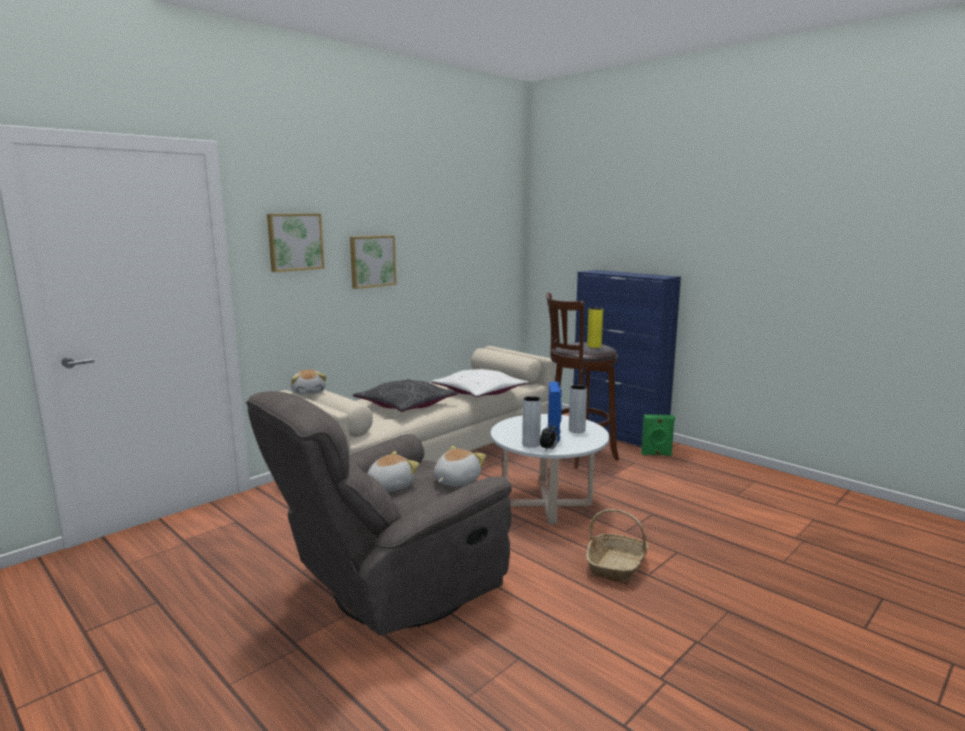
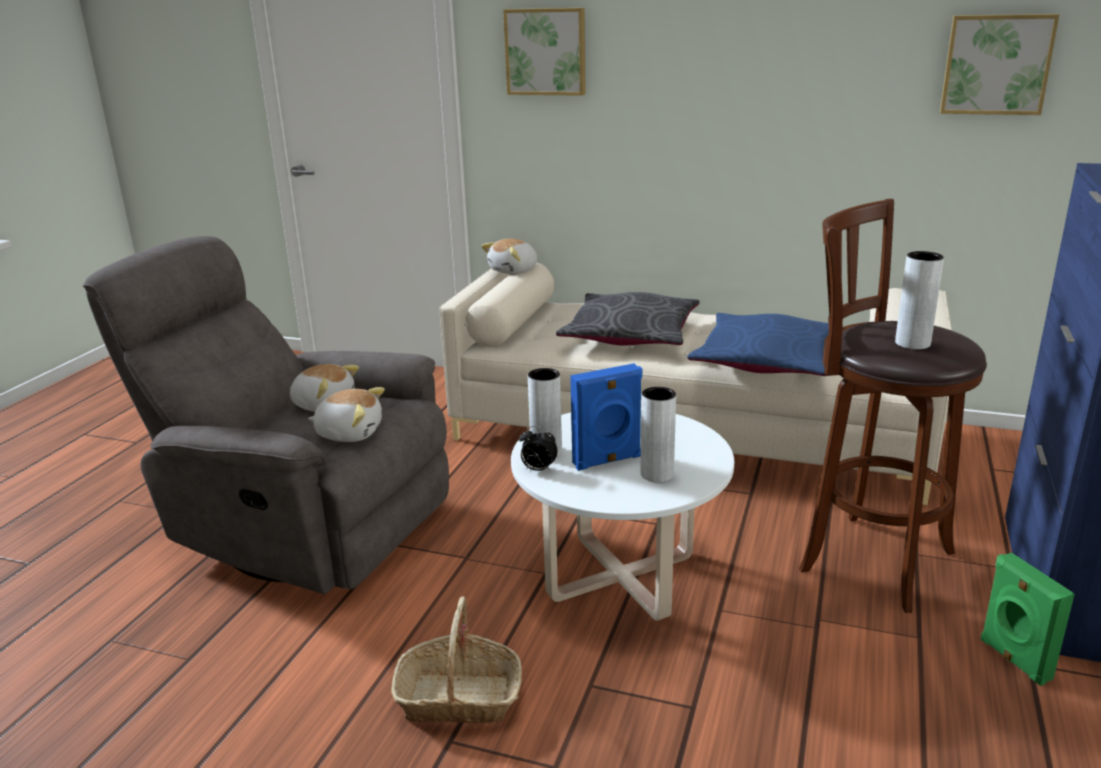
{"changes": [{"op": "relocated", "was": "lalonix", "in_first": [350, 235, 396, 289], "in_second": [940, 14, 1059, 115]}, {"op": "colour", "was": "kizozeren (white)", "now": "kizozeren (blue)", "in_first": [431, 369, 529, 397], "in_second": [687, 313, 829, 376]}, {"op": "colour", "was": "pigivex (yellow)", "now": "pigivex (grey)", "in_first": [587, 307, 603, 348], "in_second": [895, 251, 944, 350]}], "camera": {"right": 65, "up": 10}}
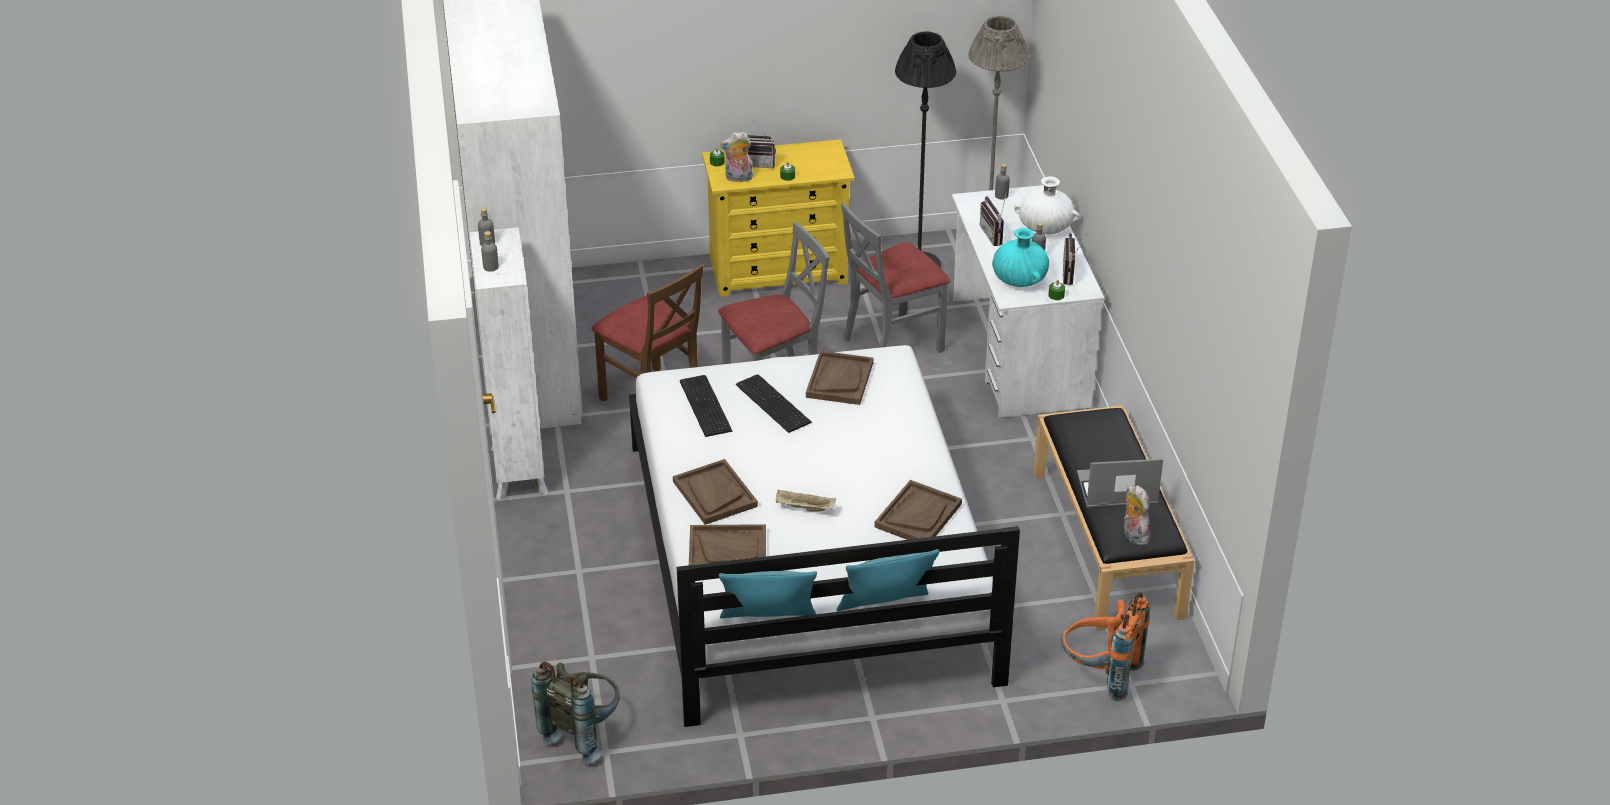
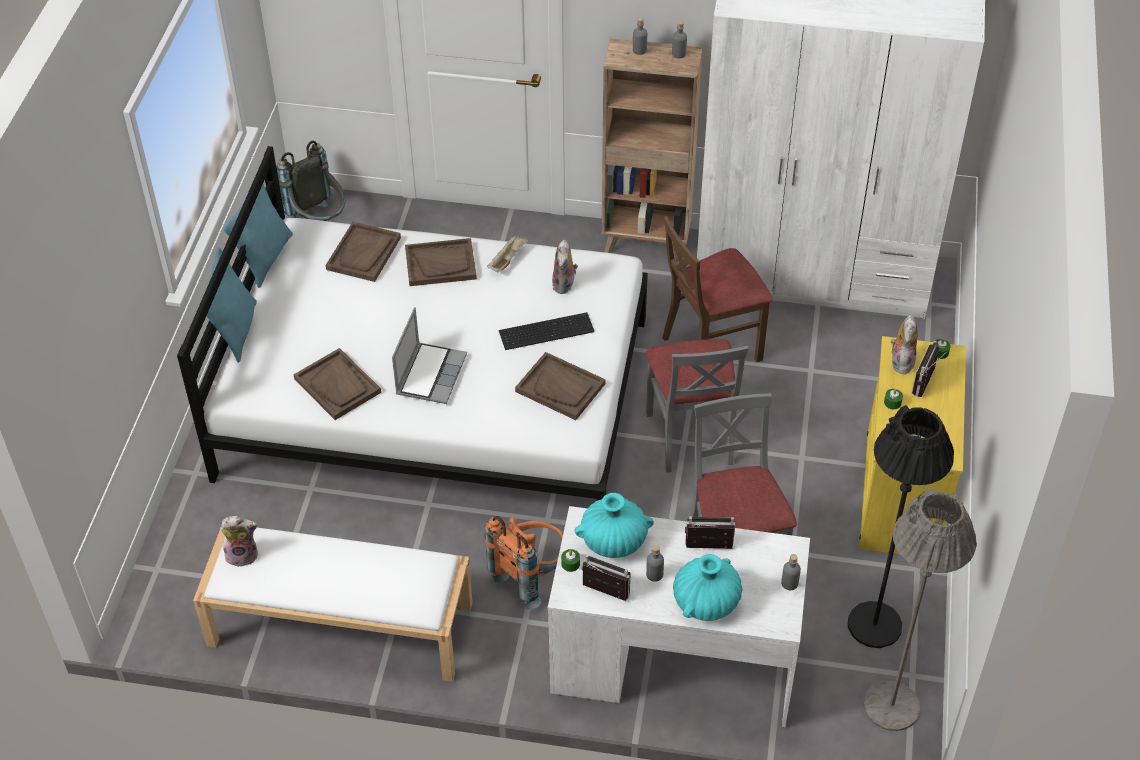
{"changes": [{"op": "relocated", "was": "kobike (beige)", "in_first": [776, 490, 836, 512], "in_second": [487, 235, 528, 273]}, {"op": "relocated", "was": "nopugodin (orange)", "in_first": [1061, 592, 1150, 701], "in_second": [484, 516, 563, 610]}, {"op": "relocated", "was": "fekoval", "in_first": [1077, 459, 1163, 508], "in_second": [392, 307, 467, 404]}, {"op": "exchanged", "was": "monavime", "now": "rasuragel", "in_first": [680, 375, 732, 437], "in_second": [552, 240, 578, 294]}, {"op": "colour", "was": "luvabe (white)", "now": "luvabe (brown)", "in_first": [470, 227, 548, 500], "in_second": [601, 38, 703, 262]}, {"op": "colour", "was": "pigivex (white)", "now": "pigivex (turquoise)", "in_first": [1014, 176, 1079, 235], "in_second": [673, 554, 742, 621]}, {"op": "colour", "was": "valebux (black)", "now": "valebux (white)", "in_first": [1034, 405, 1195, 630], "in_second": [193, 528, 473, 682]}], "camera": {"right": 110, "up": 10}}
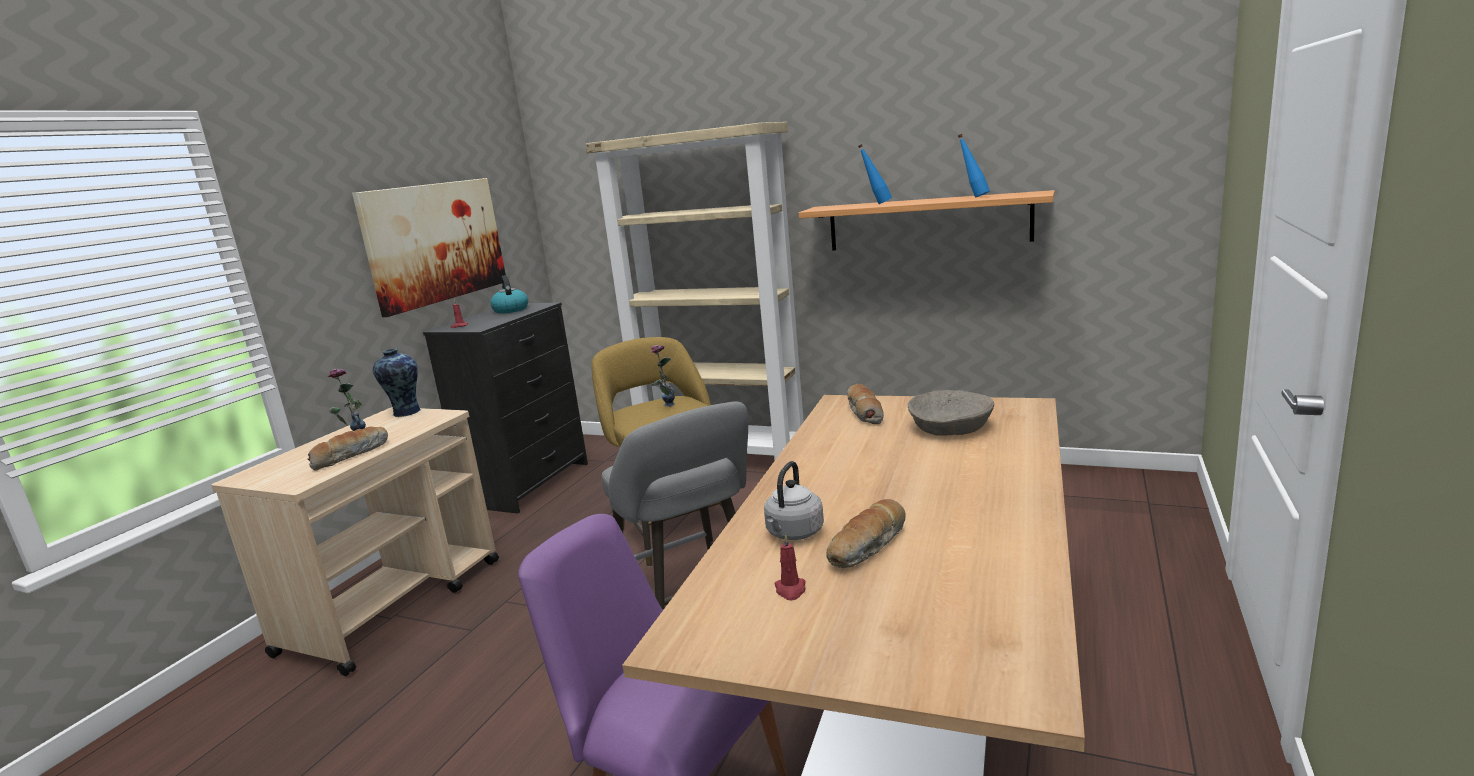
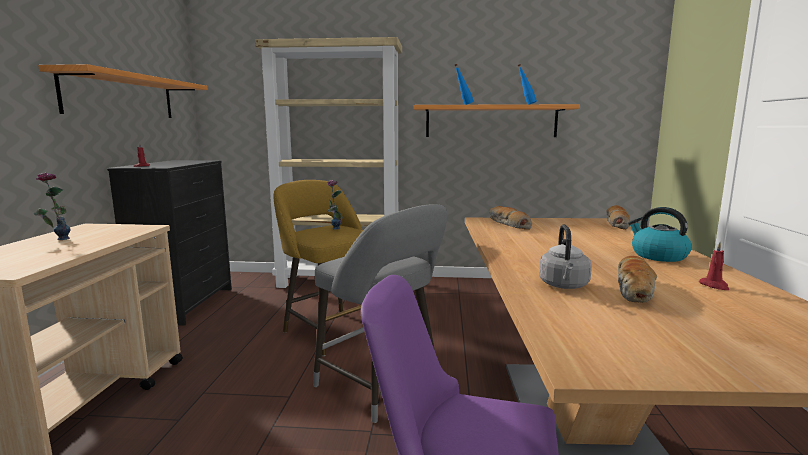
{"changes": [{"op": "missing", "was": "pigivex", "in_first": [373, 348, 420, 417]}, {"op": "missing", "was": "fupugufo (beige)", "in_first": [907, 390, 994, 436]}, {"op": "relocated", "was": "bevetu", "in_first": [307, 427, 388, 471], "in_second": [606, 205, 630, 230]}, {"op": "relocated", "was": "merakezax", "in_first": [490, 275, 528, 313], "in_second": [628, 207, 692, 262]}, {"op": "relocated", "was": "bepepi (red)", "in_first": [774, 534, 806, 600], "in_second": [699, 242, 729, 290]}, {"op": "exchanged", "was": "lalonix", "now": "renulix", "in_first": [352, 178, 506, 317], "in_second": [38, 64, 208, 118]}], "camera": {"right": -20, "up": -5}}
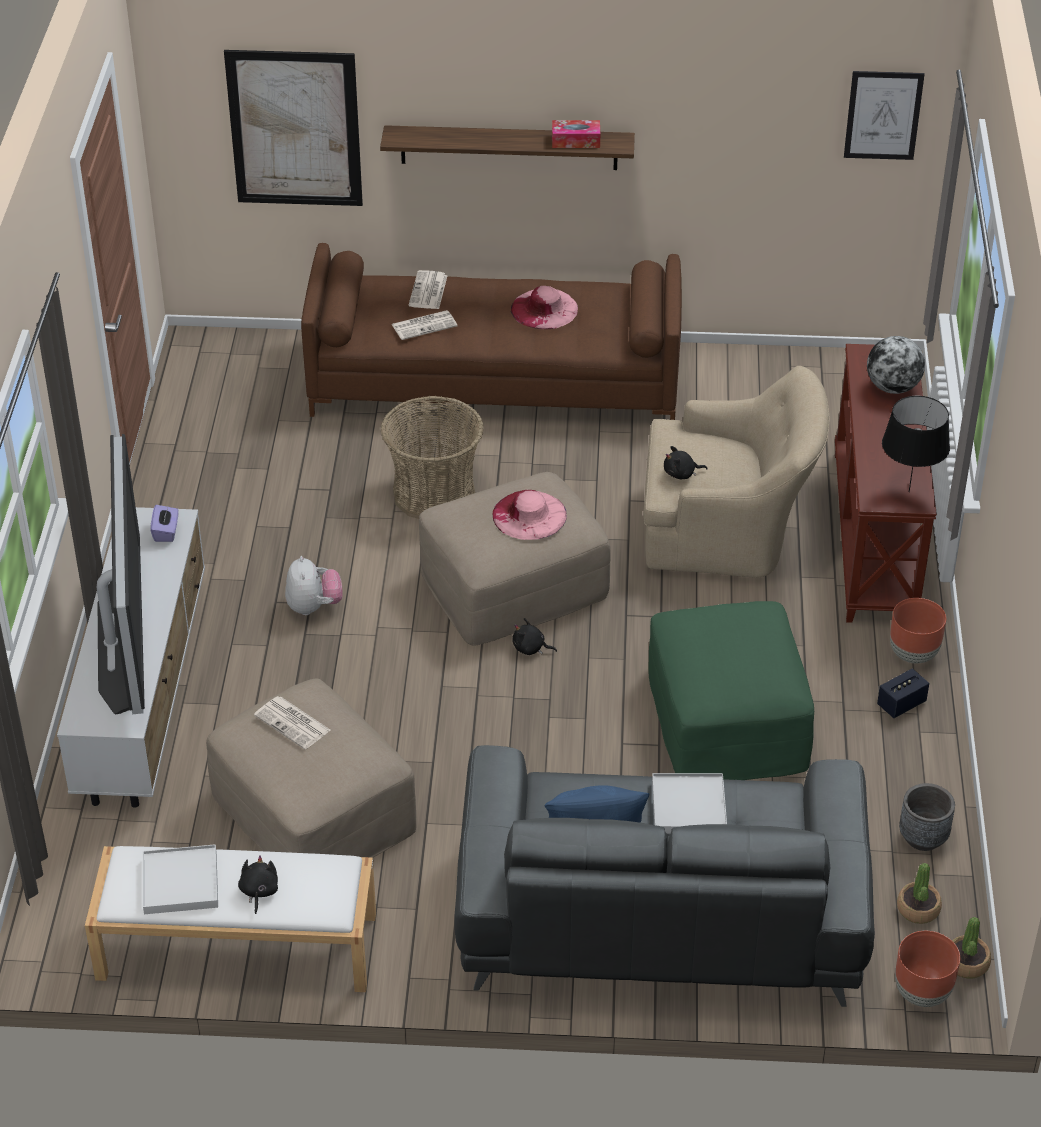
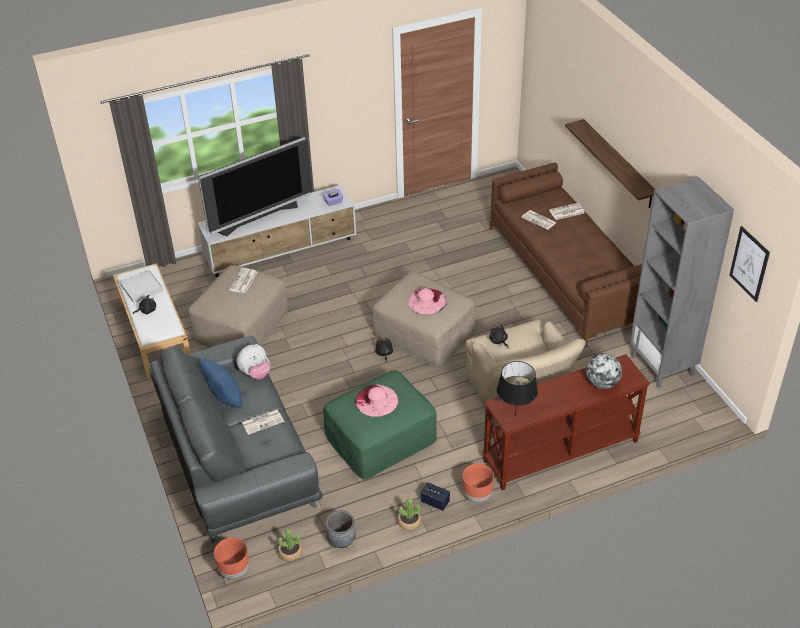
{"changes": [{"op": "missing", "was": "lalonix", "in_first": [224, 50, 363, 206]}, {"op": "missing", "was": "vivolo", "in_first": [380, 395, 484, 519]}, {"op": "missing", "was": "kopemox", "in_first": [552, 120, 600, 148]}, {"op": "appeared", "now": "luvabe (grey)", "in_second": [630, 177, 734, 388]}, {"op": "relocated", "was": "rasuragel", "in_first": [285, 556, 342, 615], "in_second": [236, 344, 270, 379]}, {"op": "relocated", "was": "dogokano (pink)", "in_first": [511, 286, 578, 329], "in_second": [355, 385, 398, 417]}, {"op": "relocated", "was": "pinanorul", "in_first": [952, 917, 991, 979], "in_second": [397, 498, 421, 531]}, {"op": "exchanged", "was": "kobike (white)", "now": "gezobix", "in_first": [652, 773, 727, 834], "in_second": [242, 409, 284, 435]}], "camera": {"right": 65, "up": 0}}
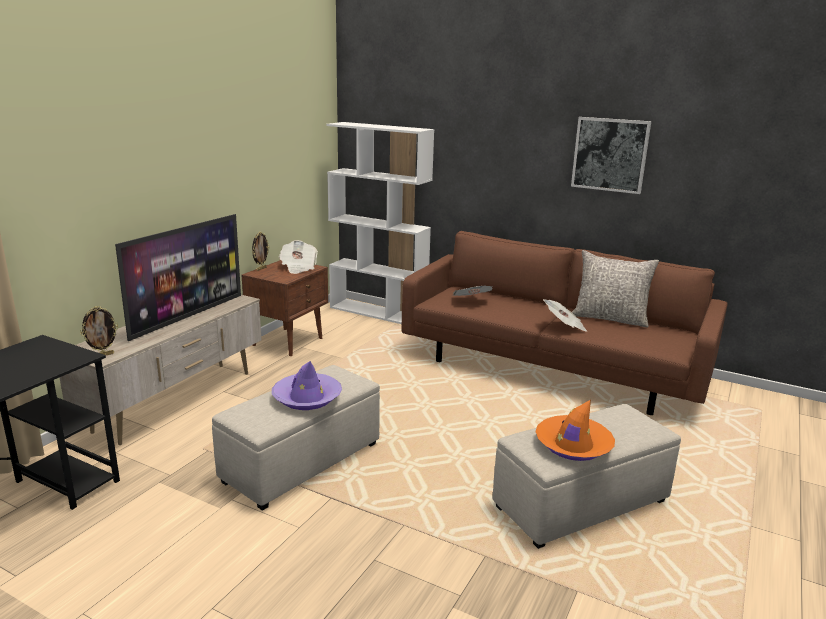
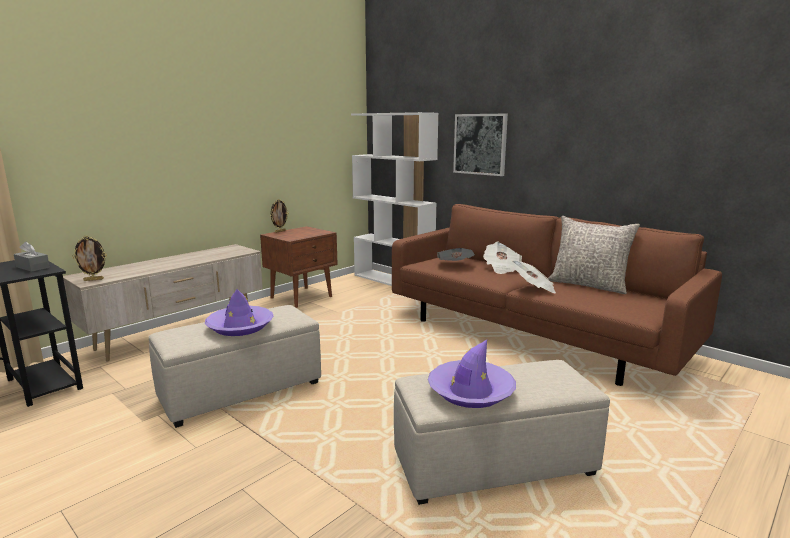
{"changes": [{"op": "missing", "was": "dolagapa", "in_first": [115, 214, 241, 341]}, {"op": "appeared", "now": "kopemox (grey)", "in_second": [14, 241, 50, 272]}, {"op": "relocated", "was": "gezobix", "in_first": [279, 240, 318, 274], "in_second": [483, 242, 522, 274]}, {"op": "relocated", "was": "lalonix", "in_first": [571, 117, 651, 194], "in_second": [453, 114, 508, 176]}, {"op": "colour", "was": "dogokano (orange)", "now": "dogokano (purple)", "in_first": [535, 400, 615, 461], "in_second": [428, 340, 516, 408]}], "camera": {"right": 15, "up": -5}}
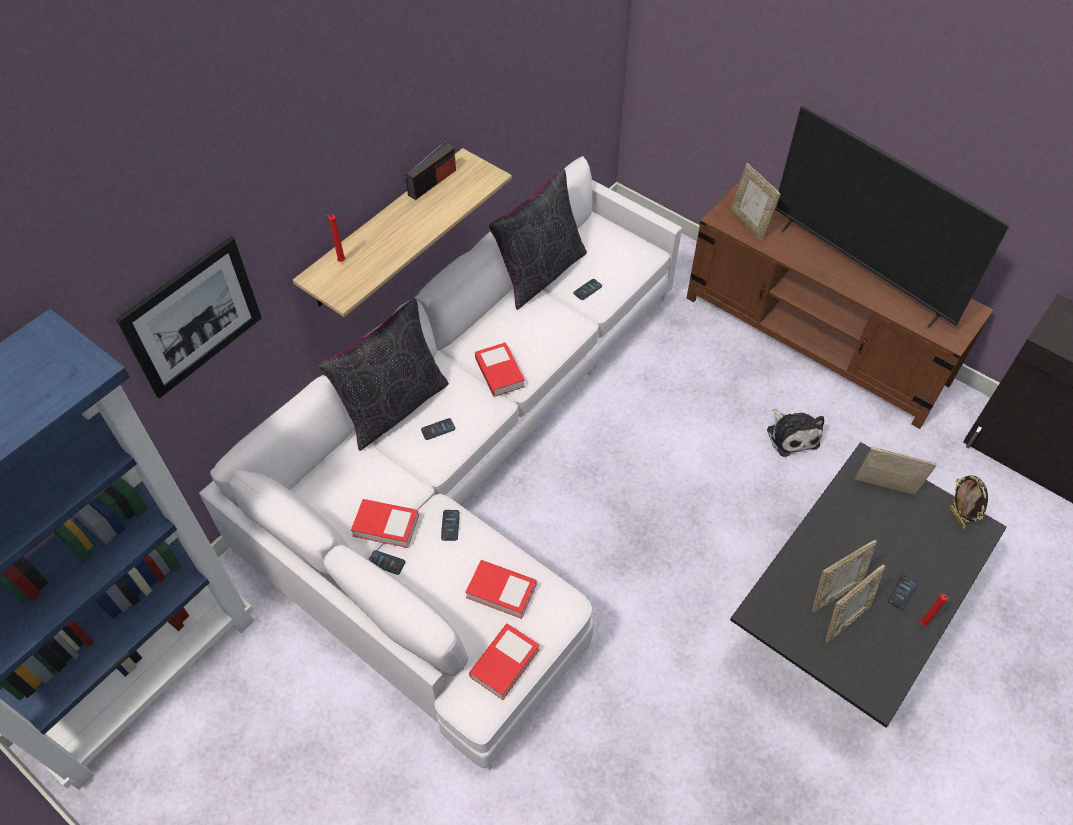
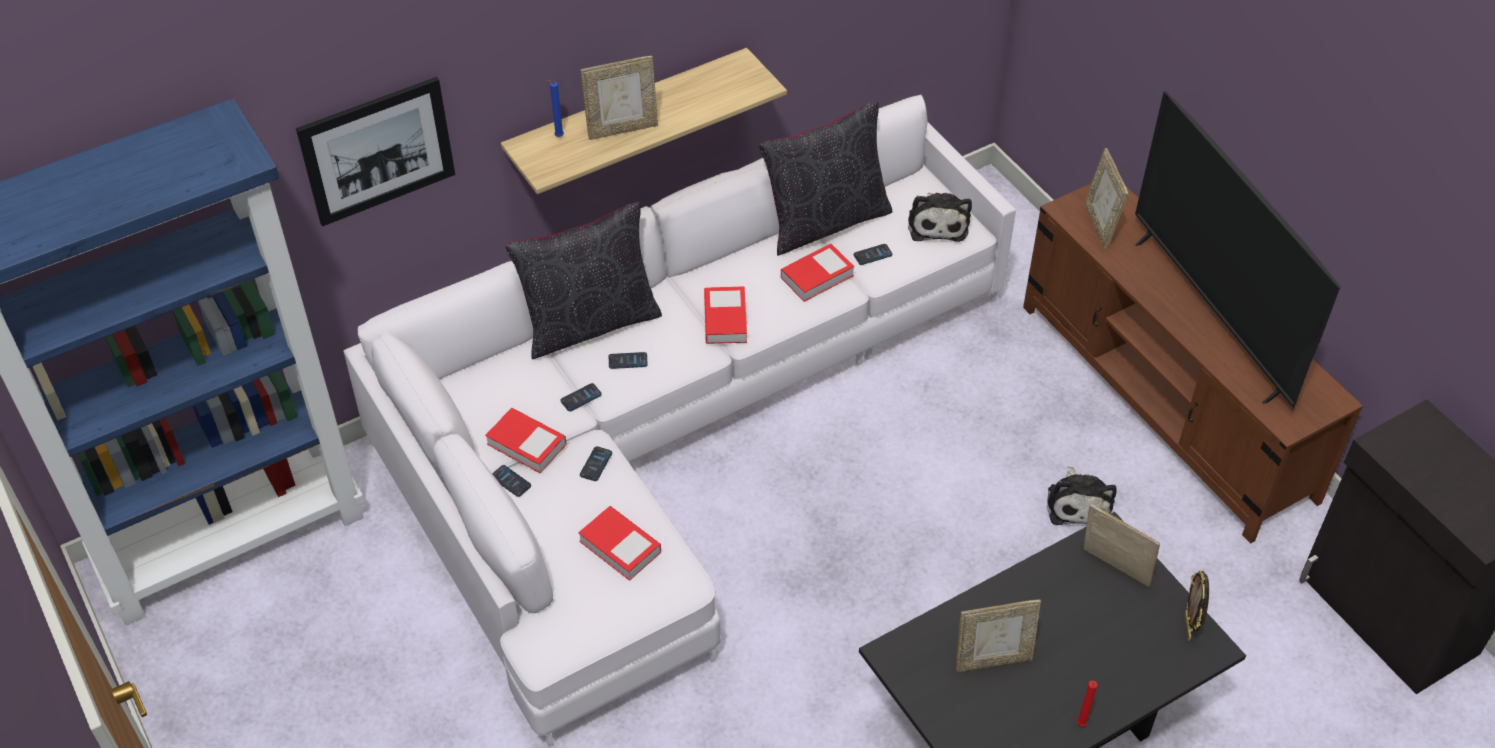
{"changes": [{"op": "missing", "was": "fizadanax", "in_first": [406, 140, 456, 200]}, {"op": "appeared", "now": "rasuragel", "in_second": [908, 193, 972, 242]}, {"op": "relocated", "was": "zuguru", "in_first": [469, 623, 539, 700], "in_second": [781, 244, 854, 302]}, {"op": "relocated", "was": "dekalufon", "in_first": [825, 565, 885, 643], "in_second": [581, 56, 658, 140]}, {"op": "relocated", "was": "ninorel", "in_first": [888, 575, 917, 610], "in_second": [560, 383, 602, 412]}, {"op": "colour", "was": "bepepi (red)", "now": "bepepi (blue)", "in_first": [325, 215, 346, 262], "in_second": [545, 80, 564, 137]}], "camera": {"right": 20, "up": -5}}
